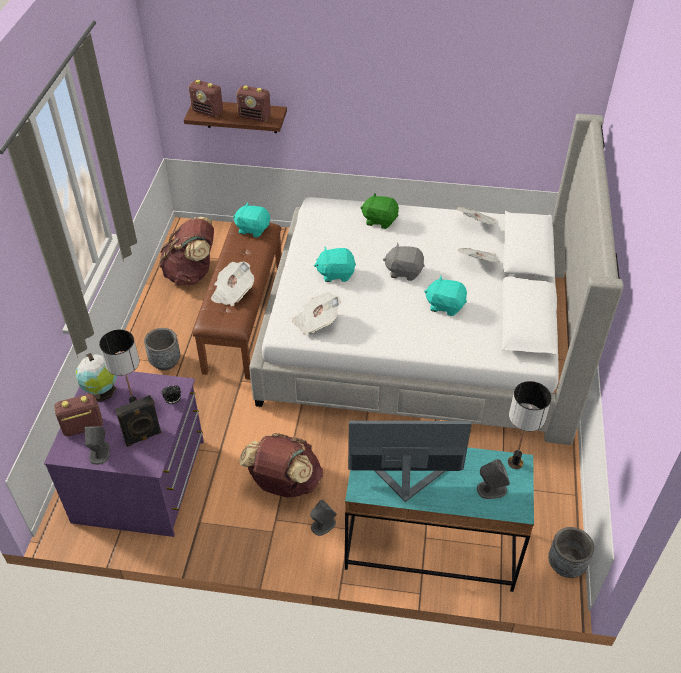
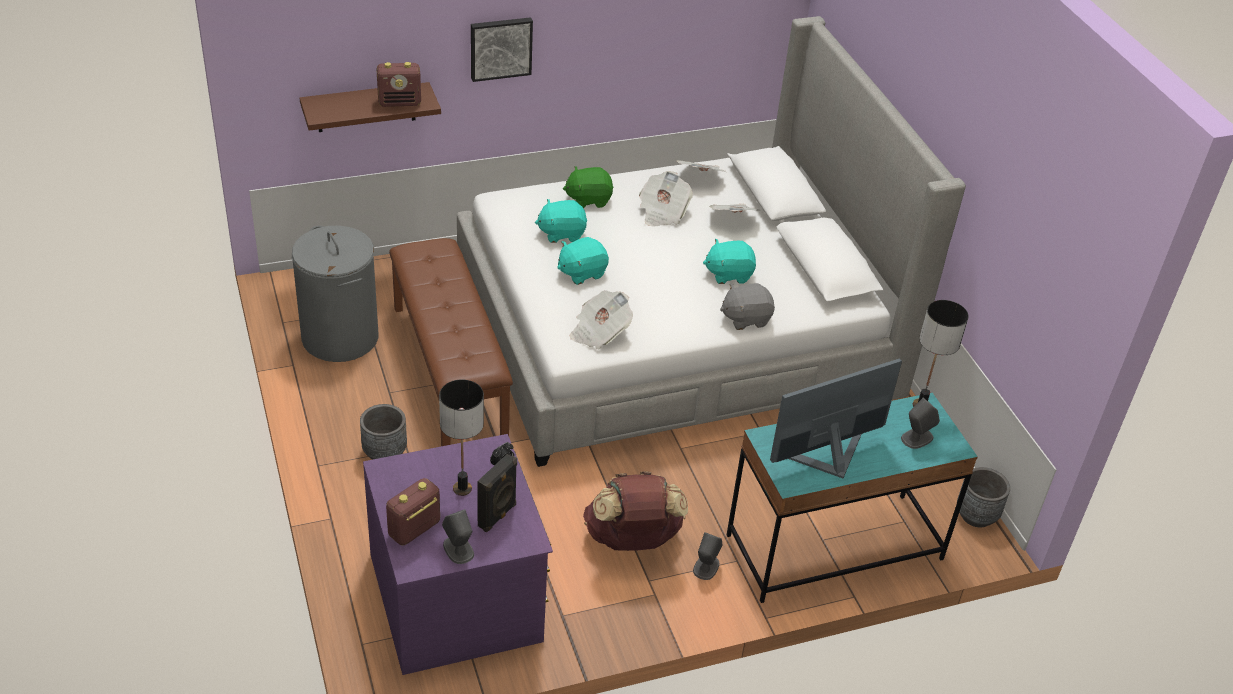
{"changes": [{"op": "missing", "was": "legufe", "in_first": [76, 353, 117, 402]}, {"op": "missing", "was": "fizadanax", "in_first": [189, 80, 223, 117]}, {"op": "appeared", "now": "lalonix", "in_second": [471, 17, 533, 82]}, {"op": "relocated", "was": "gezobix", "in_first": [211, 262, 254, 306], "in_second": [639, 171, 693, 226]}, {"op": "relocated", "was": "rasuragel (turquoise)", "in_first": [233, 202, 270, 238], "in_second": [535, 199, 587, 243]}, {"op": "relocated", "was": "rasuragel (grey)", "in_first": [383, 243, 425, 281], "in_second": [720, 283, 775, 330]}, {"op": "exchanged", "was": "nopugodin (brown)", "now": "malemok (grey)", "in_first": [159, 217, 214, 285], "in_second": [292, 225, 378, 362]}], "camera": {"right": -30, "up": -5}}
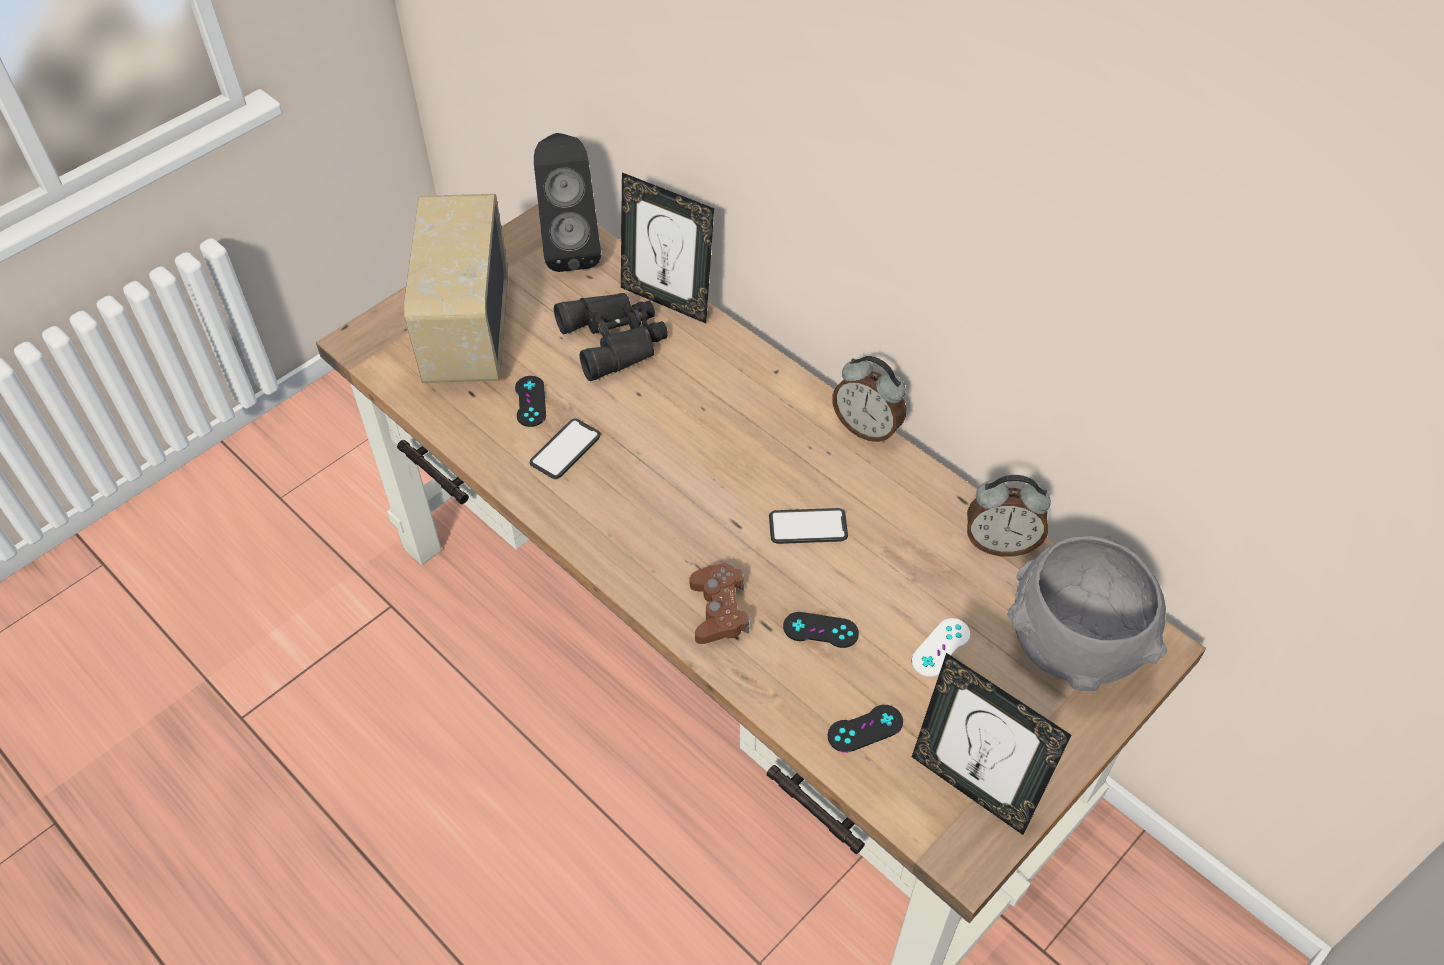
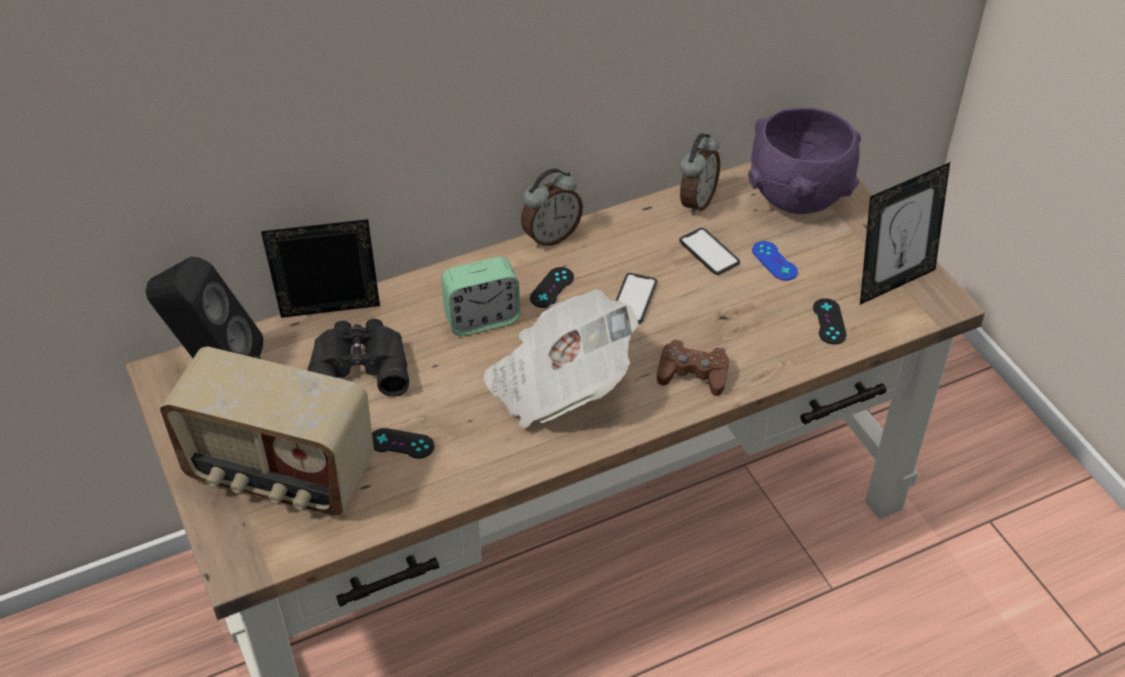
{"changes": [{"op": "appeared", "now": "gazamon", "in_second": [441, 257, 520, 336]}, {"op": "appeared", "now": "gezobix", "in_second": [483, 290, 639, 428]}, {"op": "relocated", "was": "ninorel", "in_first": [530, 418, 601, 479], "in_second": [679, 228, 740, 275]}, {"op": "relocated", "was": "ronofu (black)", "in_first": [783, 612, 859, 648], "in_second": [530, 267, 574, 308]}, {"op": "colour", "was": "ronofu (white)", "now": "ronofu (blue)", "in_first": [911, 618, 970, 677], "in_second": [752, 241, 798, 281]}, {"op": "colour", "was": "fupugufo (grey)", "now": "fupugufo (purple)", "in_first": [1007, 535, 1167, 691], "in_second": [748, 108, 861, 214]}, {"op": "spun", "was": "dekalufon", "in_first": [621, 172, 714, 323], "in_second": [261, 219, 380, 318], "clockwise": -150}], "camera": {"right": -70, "up": -5}}
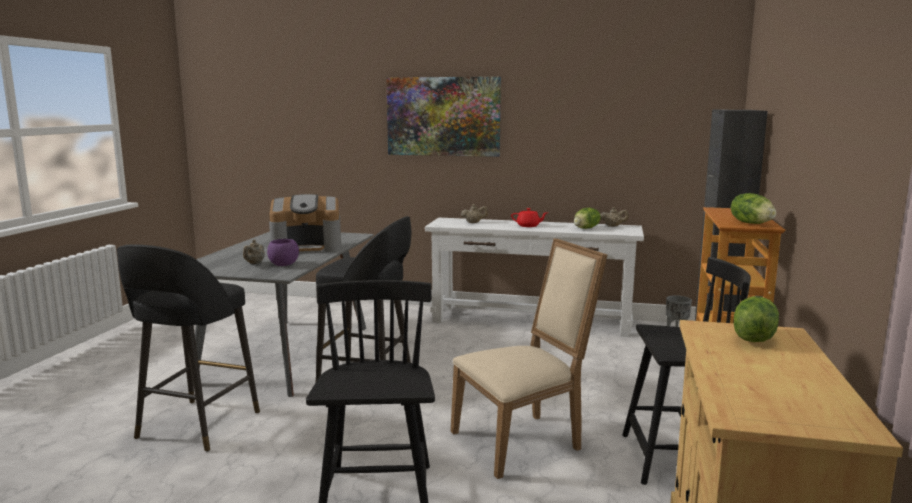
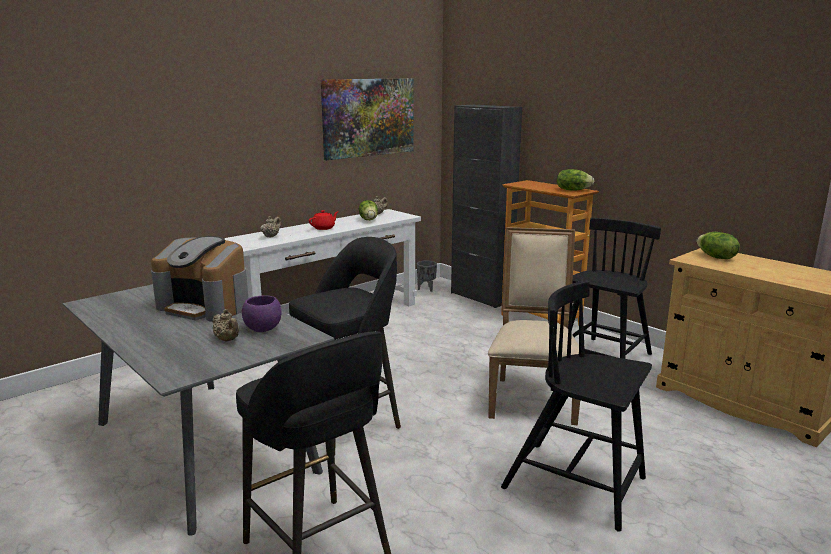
{"changes": [{"op": "relocated", "was": "lalonix", "in_first": [386, 77, 501, 157], "in_second": [321, 79, 414, 160]}, {"op": "spun", "was": "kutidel", "in_first": [269, 194, 341, 254], "in_second": [151, 236, 248, 322], "clockwise": 90}], "camera": {"right": -55, "up": 5}}
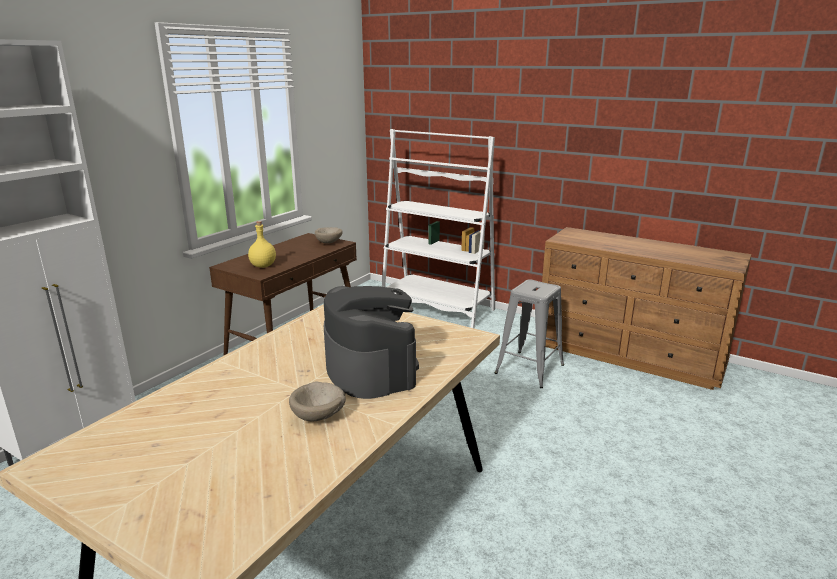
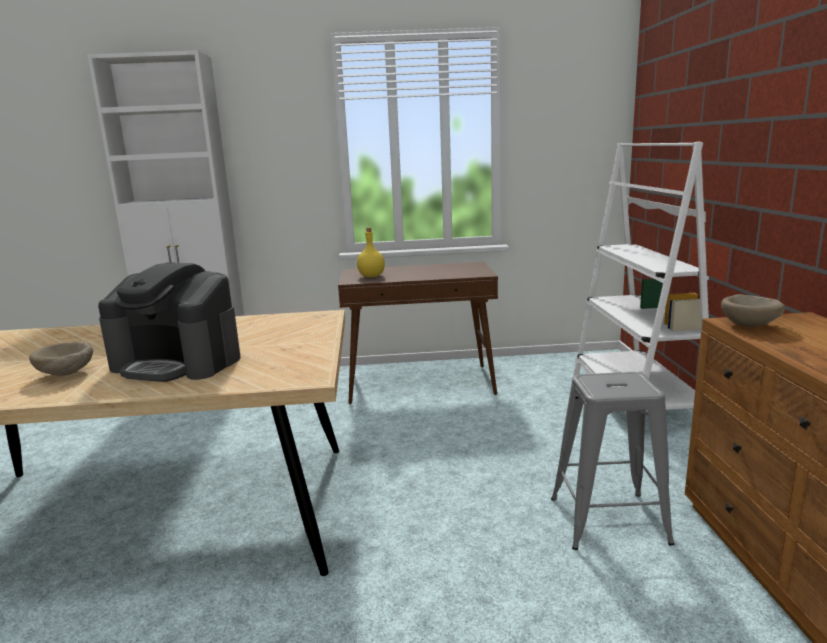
{"changes": [{"op": "relocated", "was": "fupugufo (beige)", "in_first": [315, 227, 343, 244], "in_second": [721, 294, 785, 327]}, {"op": "spun", "was": "kutidel", "in_first": [324, 286, 419, 399], "in_second": [98, 263, 241, 382], "clockwise": 75}], "camera": {"right": 55, "up": -5}}
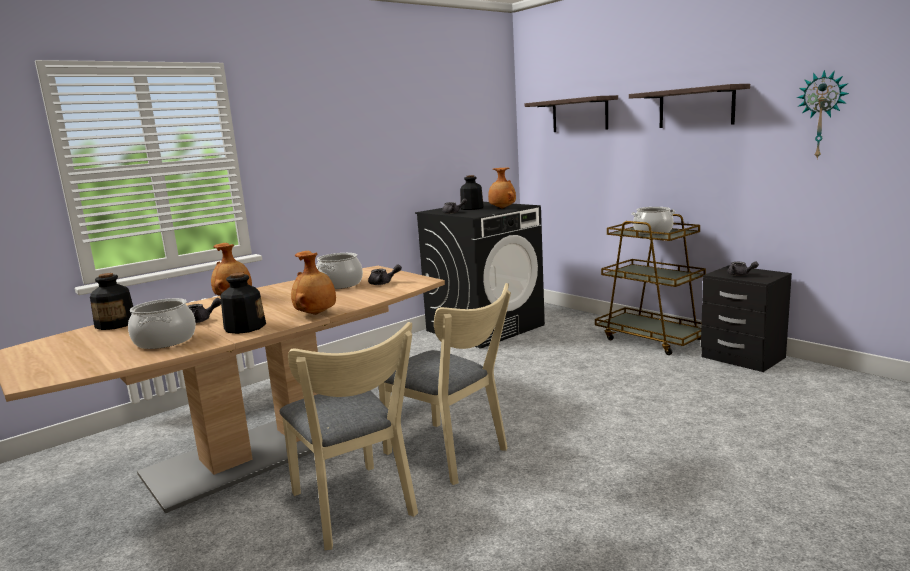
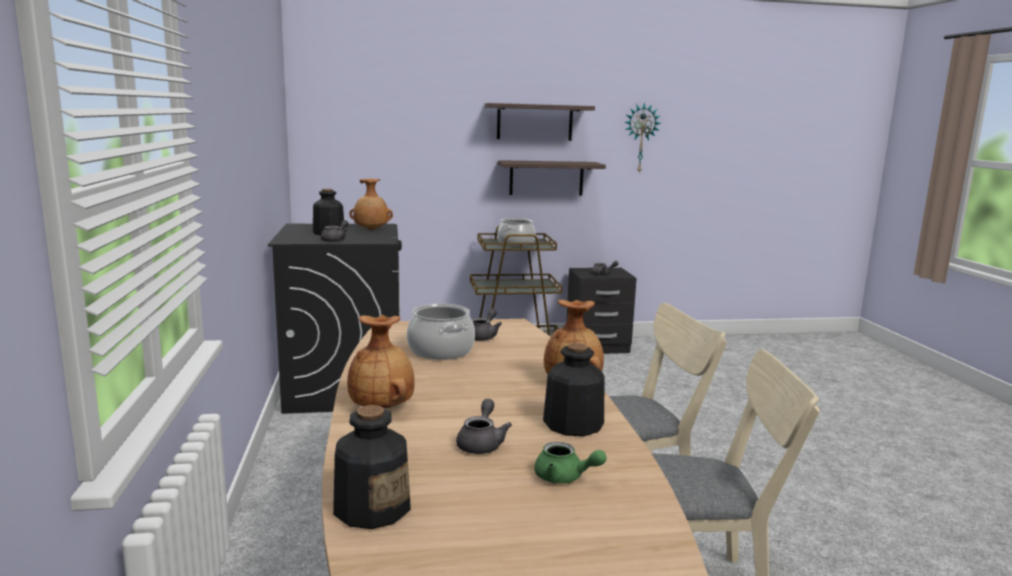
{"changes": [{"op": "relocated", "was": "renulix", "in_first": [525, 95, 618, 132], "in_second": [498, 160, 606, 196]}, {"op": "exchanged", "was": "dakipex", "now": "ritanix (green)", "in_first": [128, 298, 196, 349], "in_second": [534, 442, 606, 483]}], "camera": {"right": -60, "up": 0}}
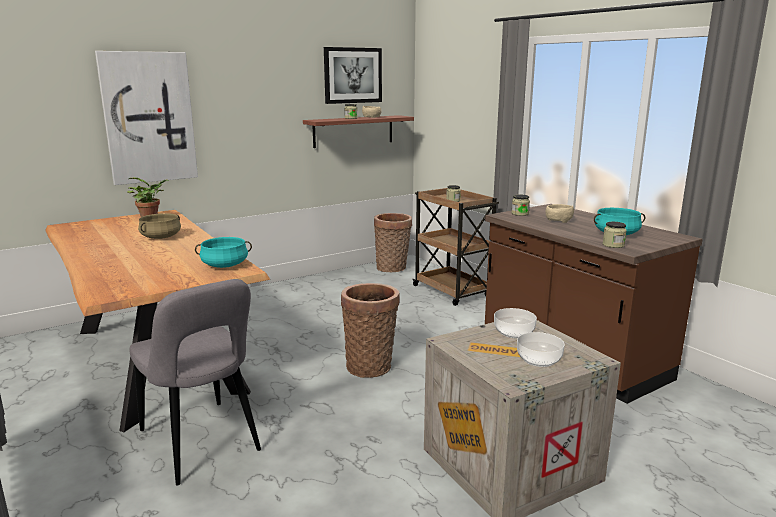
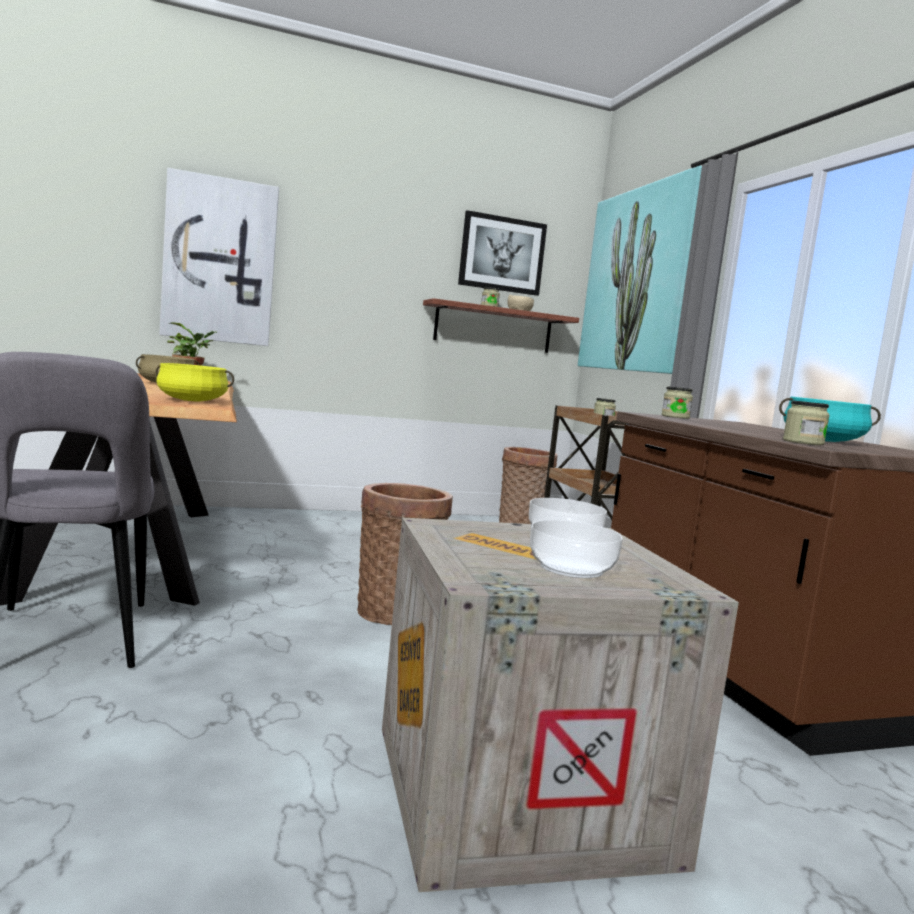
{"changes": [{"op": "missing", "was": "fupugufo (beige)", "in_first": [546, 204, 574, 223]}, {"op": "appeared", "now": "lalonix", "in_second": [578, 166, 702, 374]}, {"op": "colour", "was": "dakipex (turquoise)", "now": "dakipex (yellow)", "in_first": [195, 237, 252, 268], "in_second": [156, 363, 234, 401]}], "camera": {"right": 15, "up": -10}}
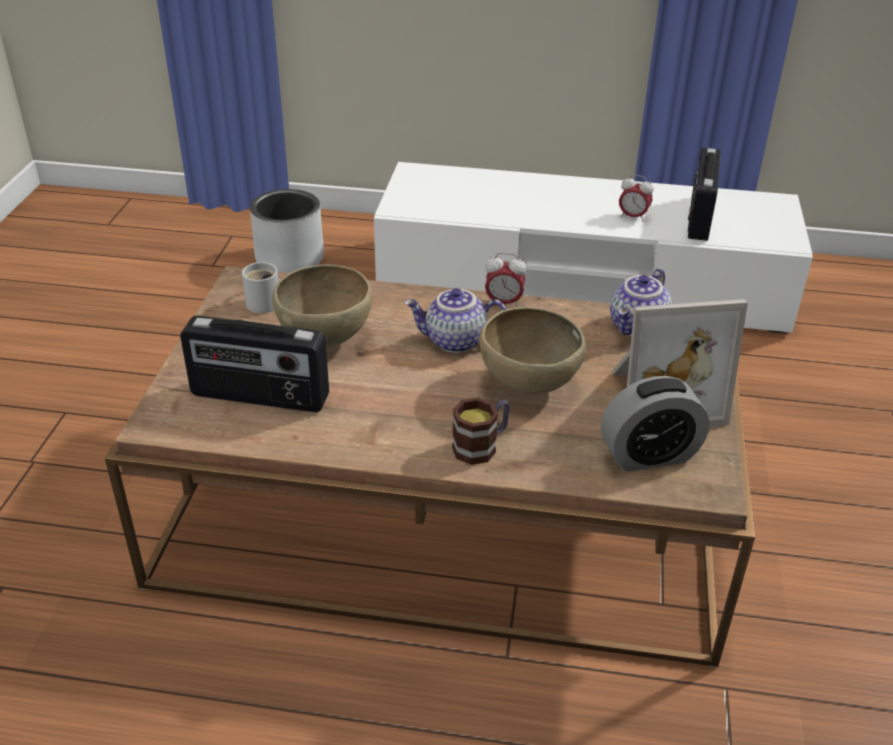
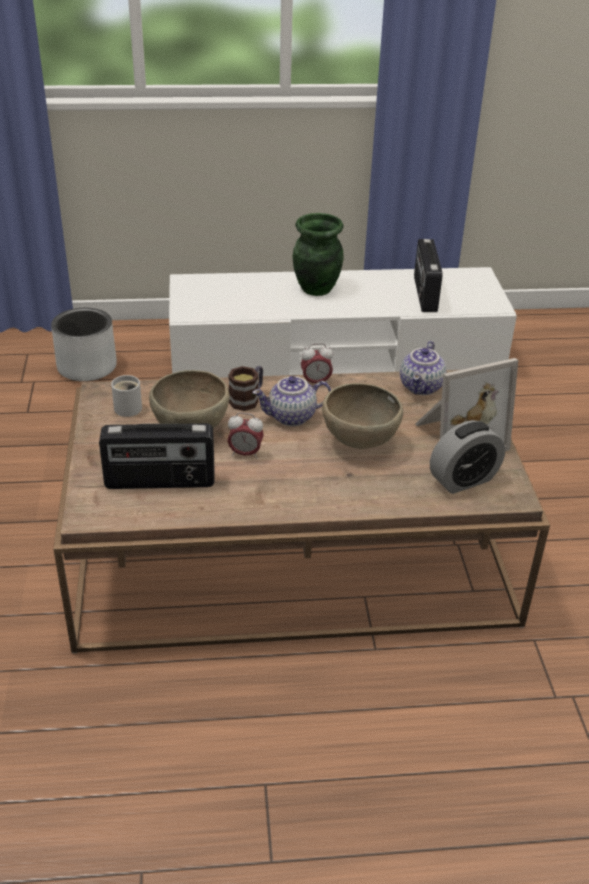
{"changes": [{"op": "appeared", "now": "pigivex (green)", "in_second": [293, 213, 344, 296]}, {"op": "relocated", "was": "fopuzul", "in_first": [452, 397, 510, 465], "in_second": [228, 366, 263, 411]}, {"op": "relocated", "was": "gazamon", "in_first": [619, 175, 653, 222], "in_second": [228, 413, 264, 459]}], "camera": {"right": -15, "up": 0}}
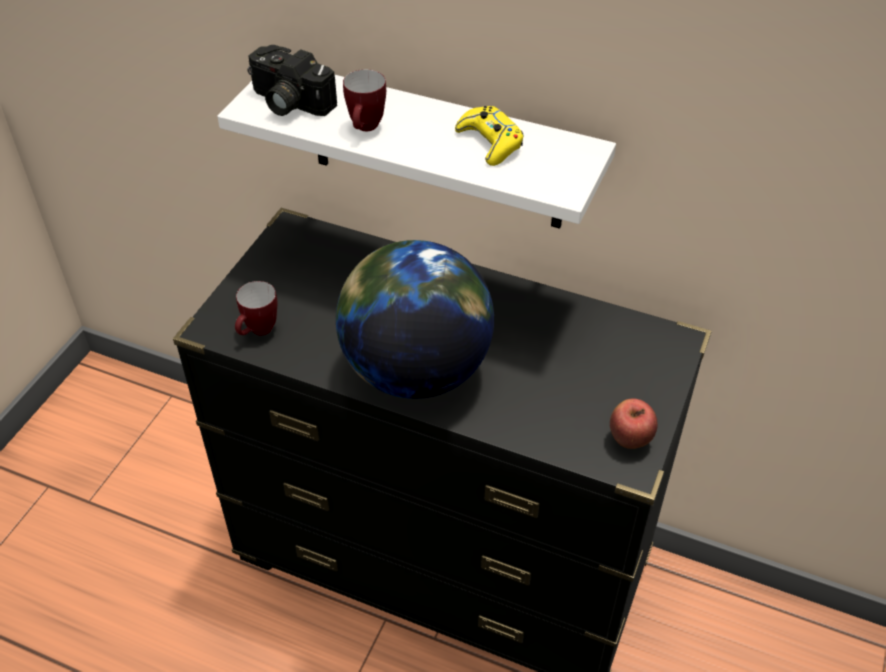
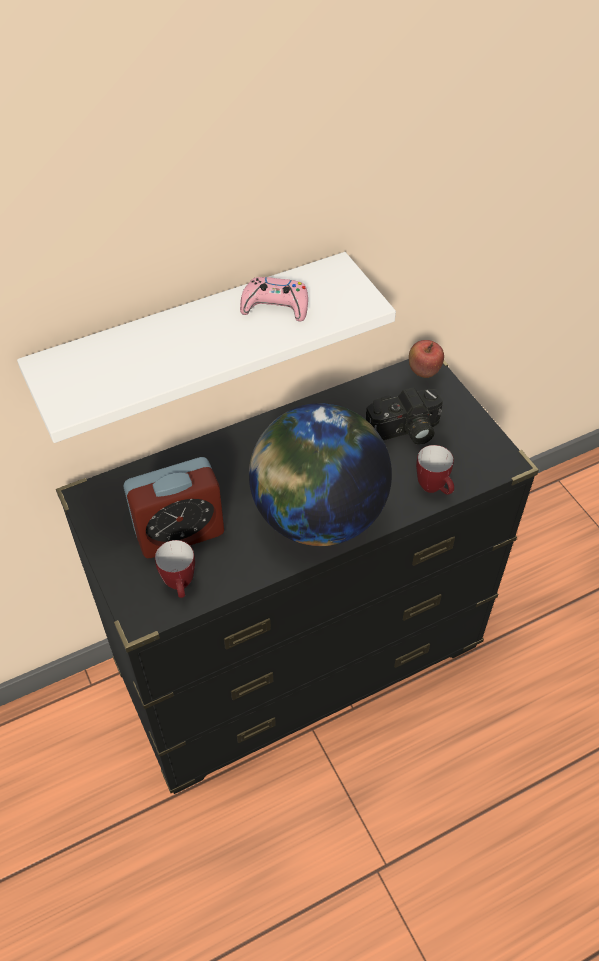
{"changes": [{"op": "appeared", "now": "gazamon", "in_second": [123, 457, 224, 558]}, {"op": "relocated", "was": "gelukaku", "in_first": [248, 45, 337, 116], "in_second": [366, 387, 443, 445]}, {"op": "relocated", "was": "fopuzul", "in_first": [343, 69, 386, 131], "in_second": [416, 445, 454, 495]}, {"op": "relocated", "was": "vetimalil", "in_first": [610, 398, 658, 449], "in_second": [409, 340, 444, 378]}, {"op": "colour", "was": "ronofu (yellow)", "now": "ronofu (pink)", "in_first": [455, 106, 524, 166], "in_second": [240, 277, 308, 322]}], "camera": {"right": -50, "up": 5}}
